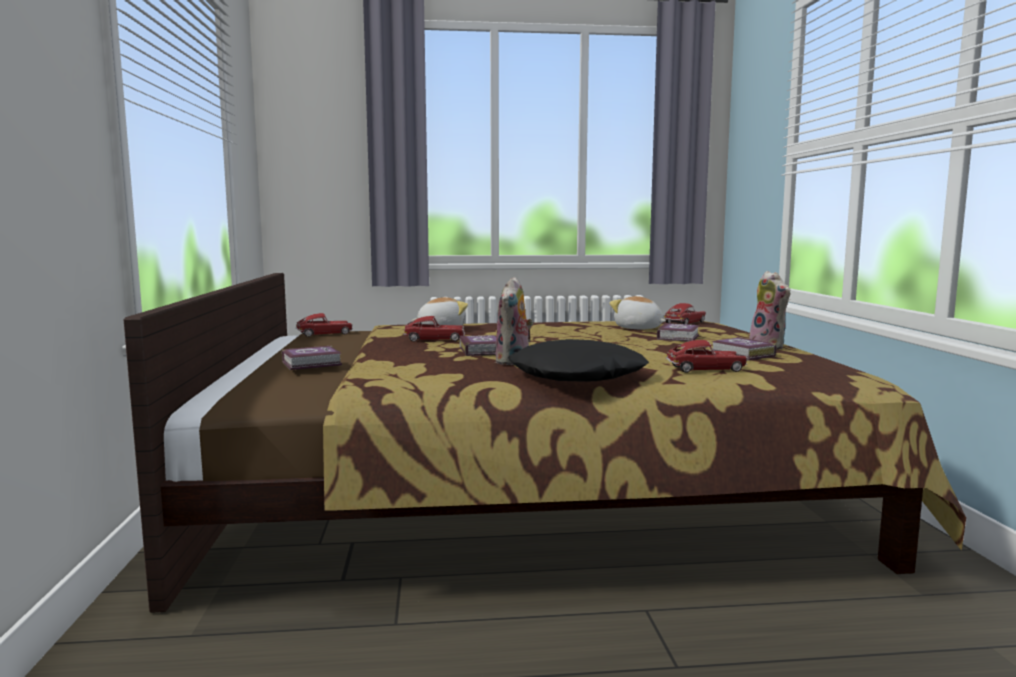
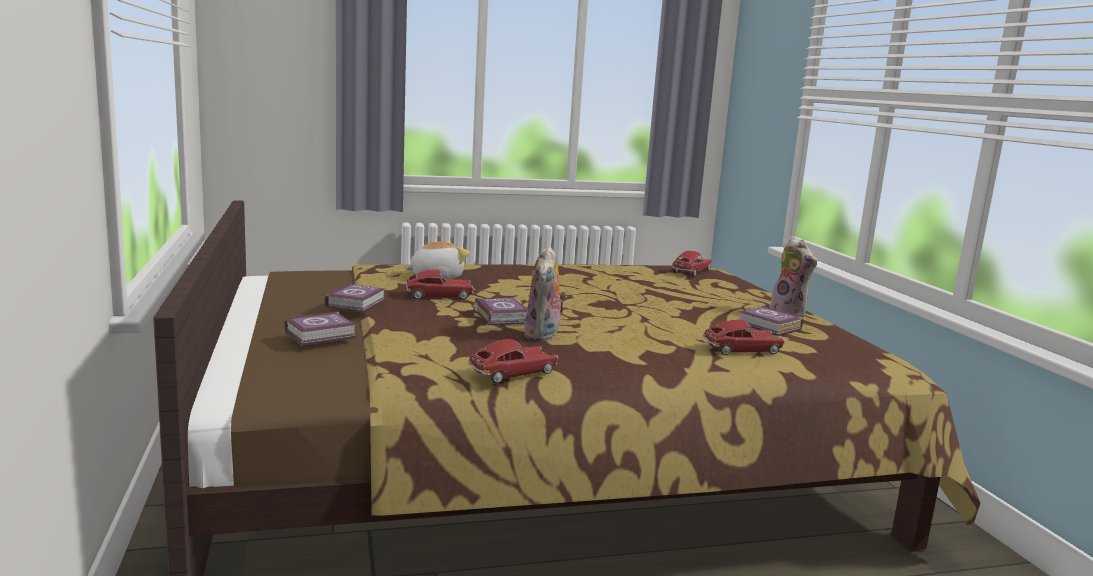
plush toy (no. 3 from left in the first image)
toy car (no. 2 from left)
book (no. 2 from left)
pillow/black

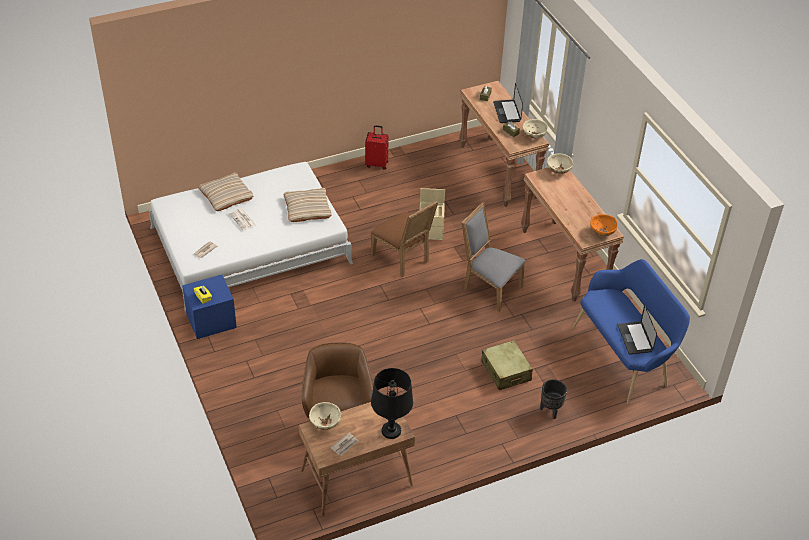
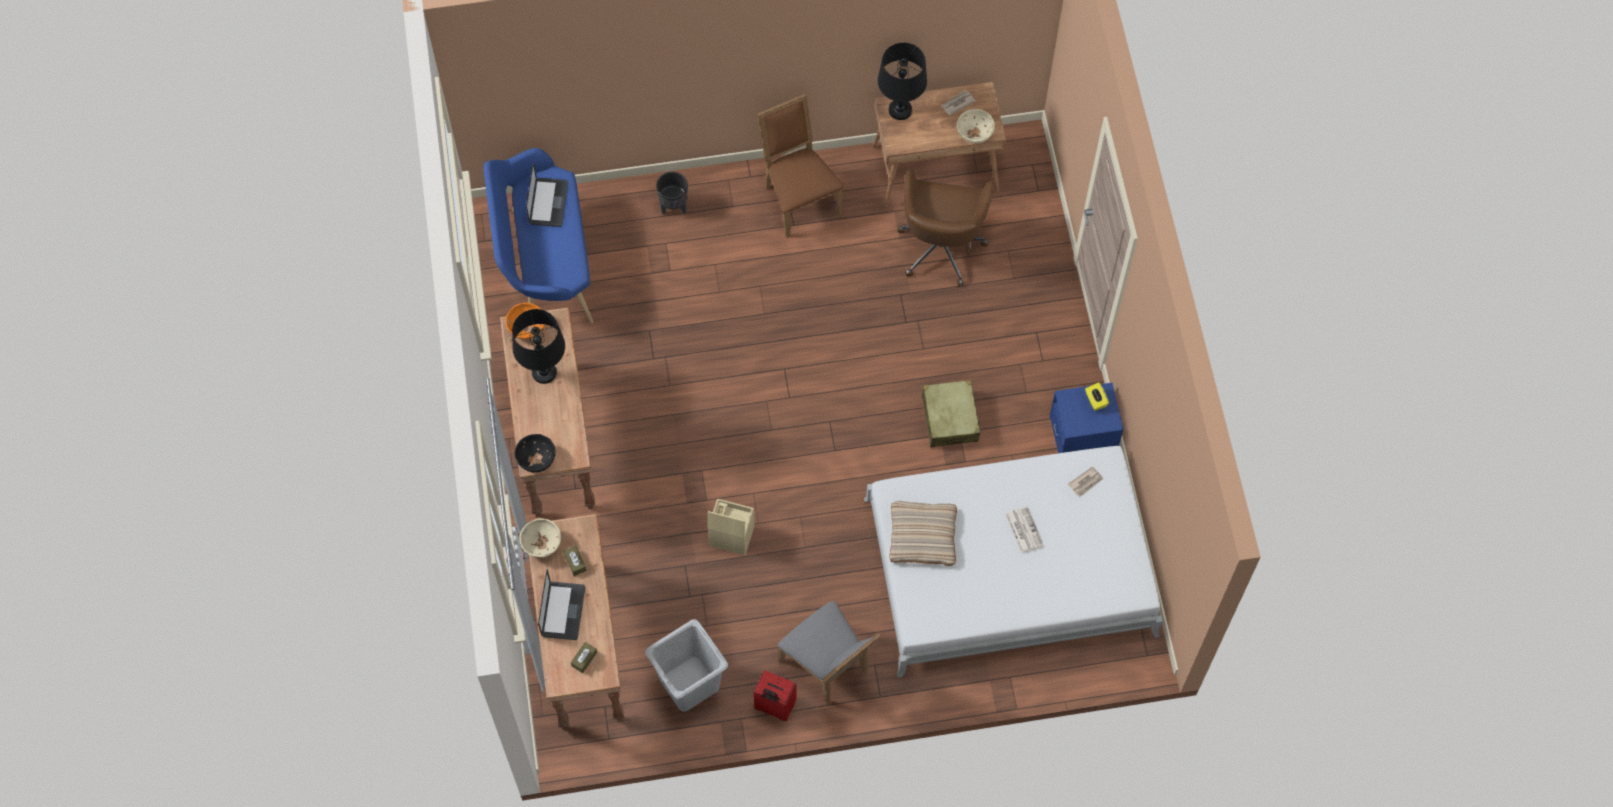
bowl/black
pillow/beige (no. 1 from left in the first image)
chair/brown
chair/grey
suitcase/beige
table lamp/black (no. 1 from left)
laundry basket/grey

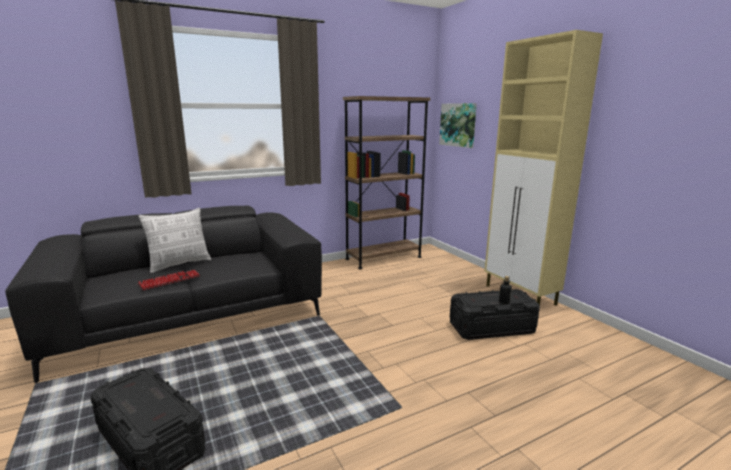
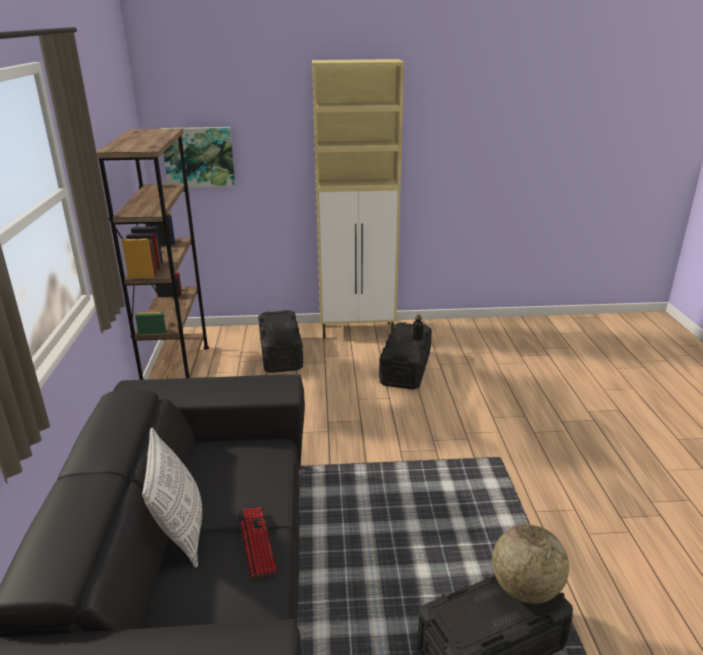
storage box/black (no. 1 from left)
globe

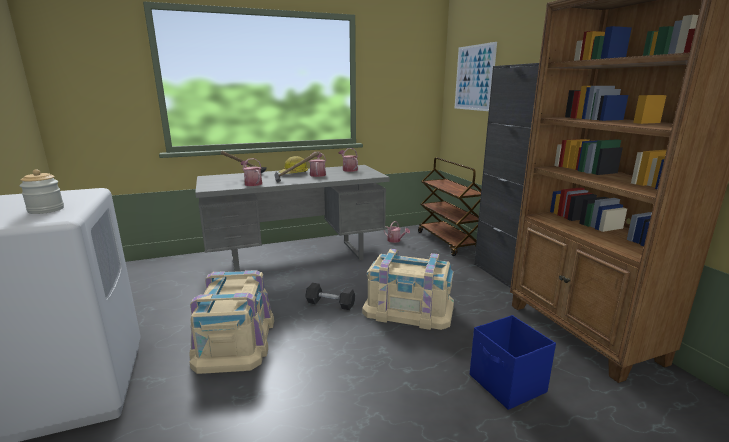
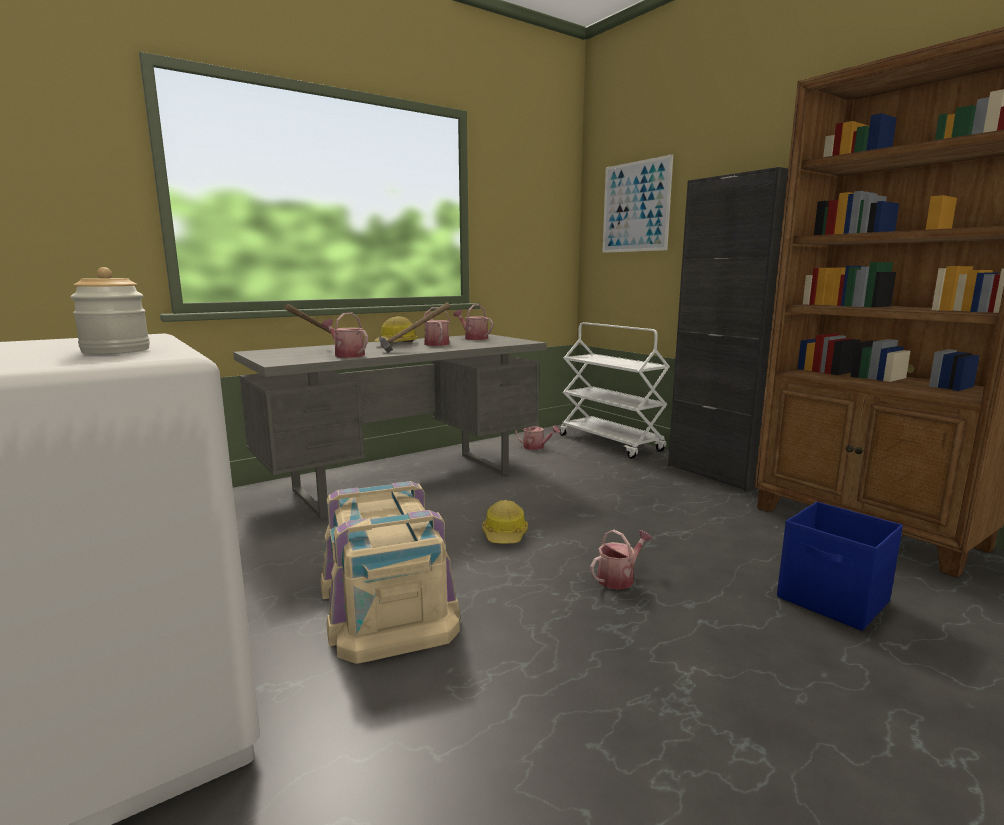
cart/white
storage box/beige (no. 2 from left in the first image)
hard hat (no. 2 from left)
watering can (no. 5 from left)

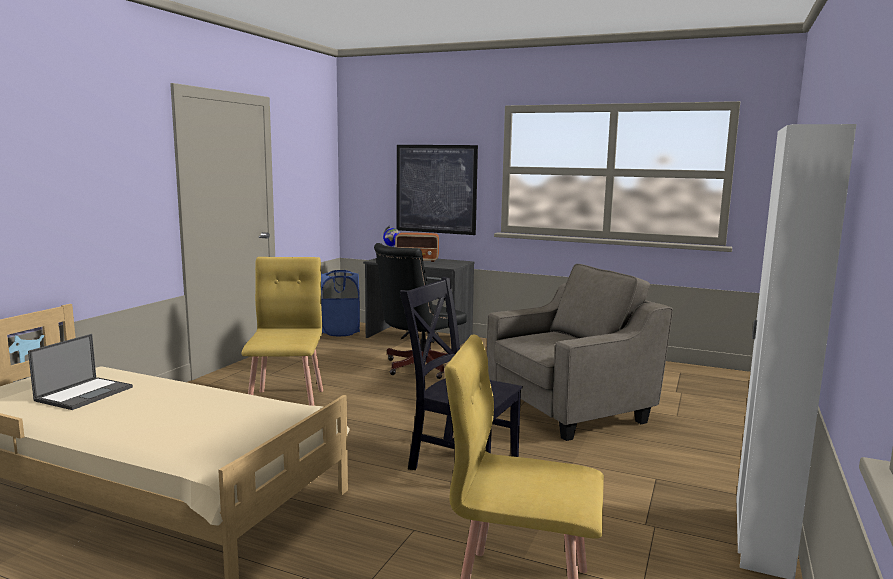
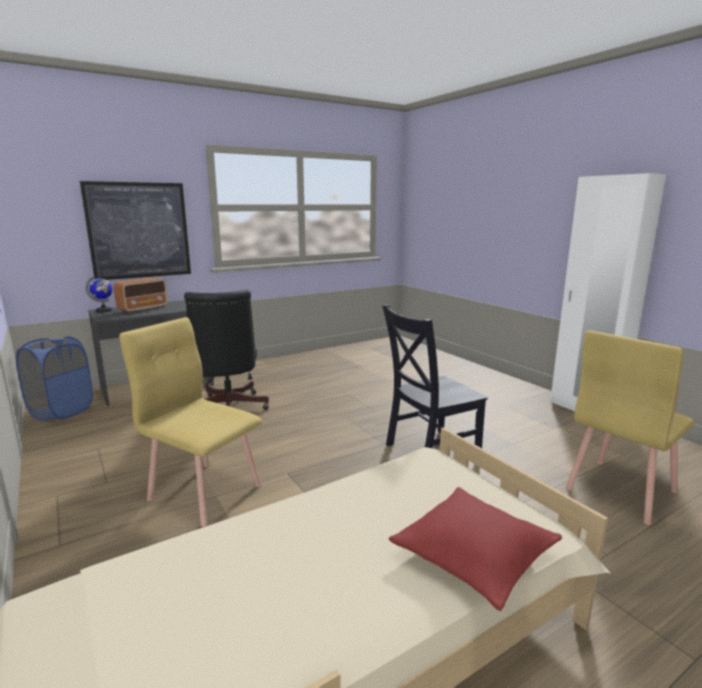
armchair/grey
laptop
pillow/red

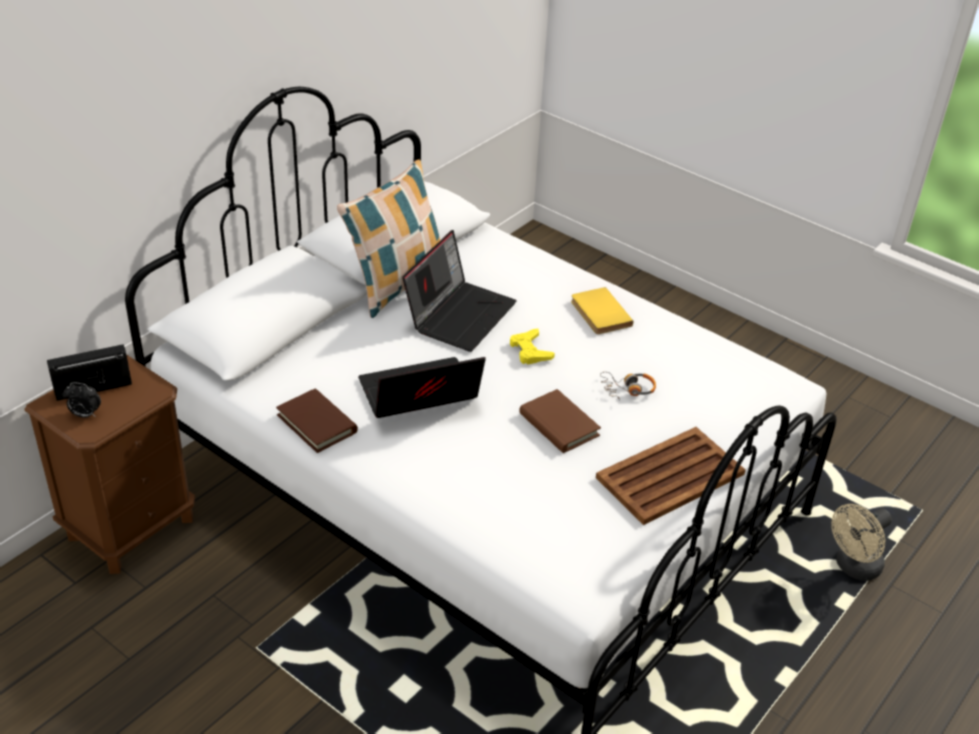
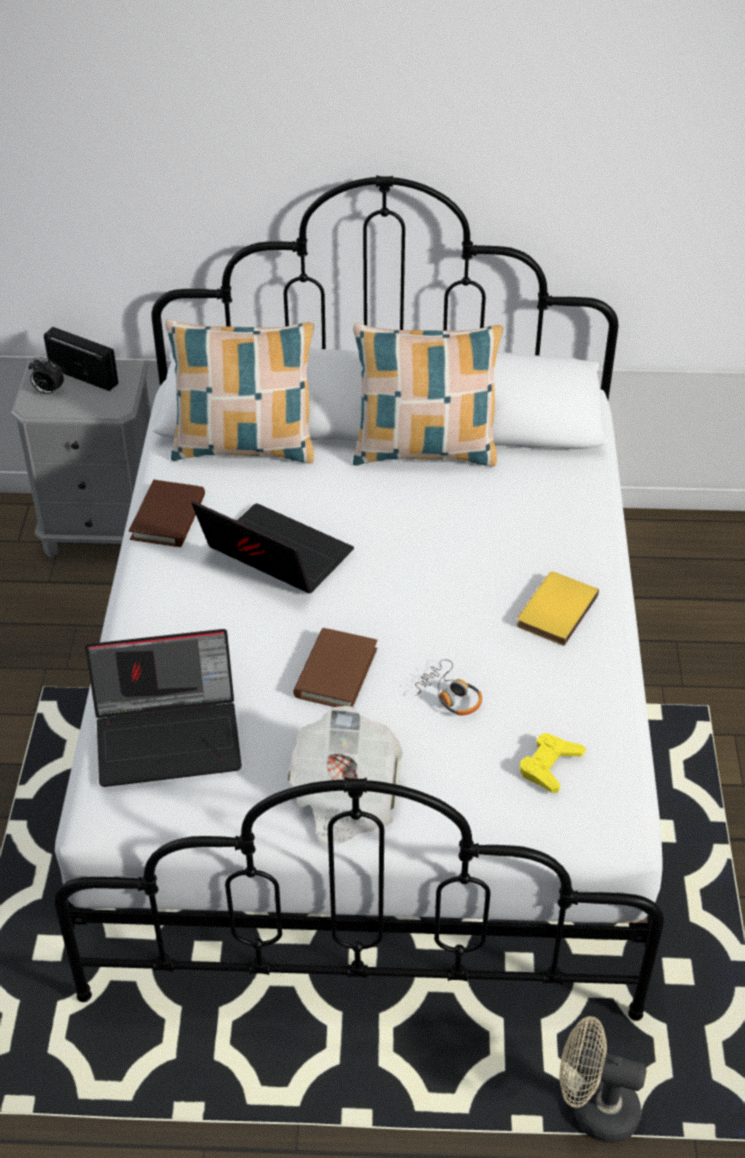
laptop (no. 1 from left)
game controller/yellow
nightstand/grey
alarm clock
newspaper
pillow (no. 1 from left)

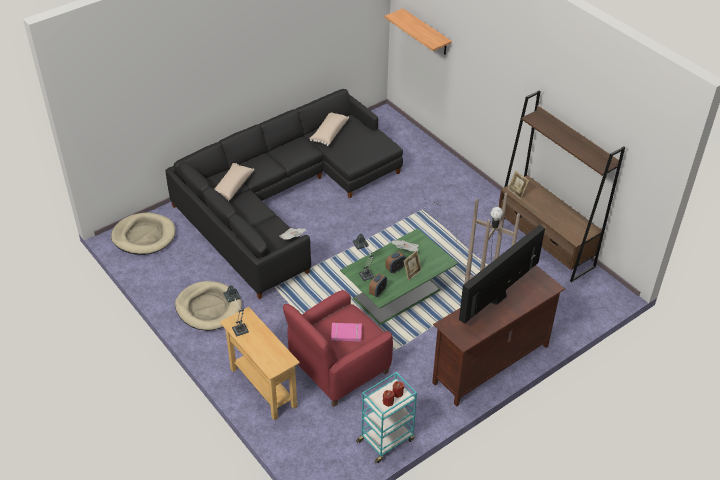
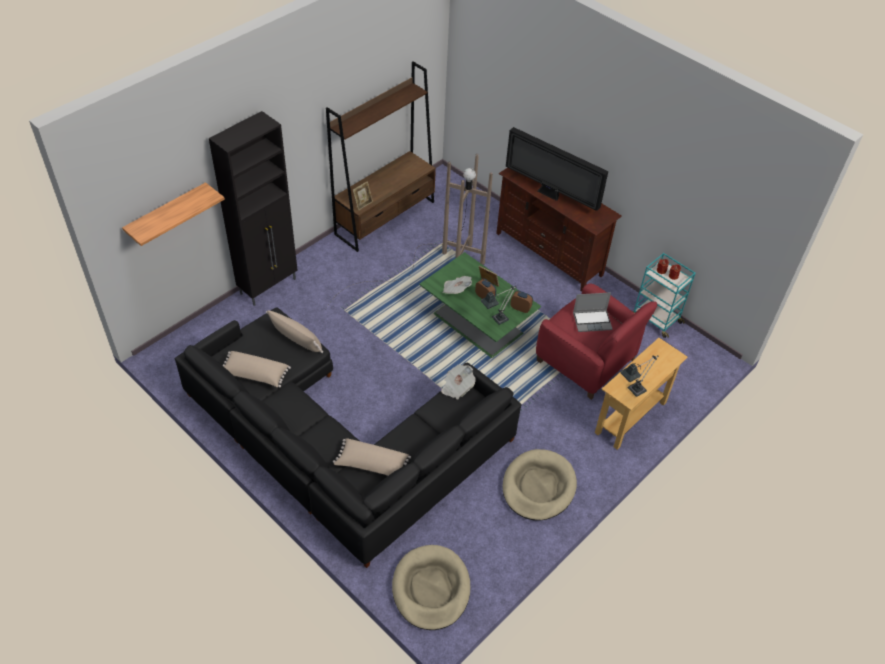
laptop
cabinet/black
pillow/beige (no. 2 from left)

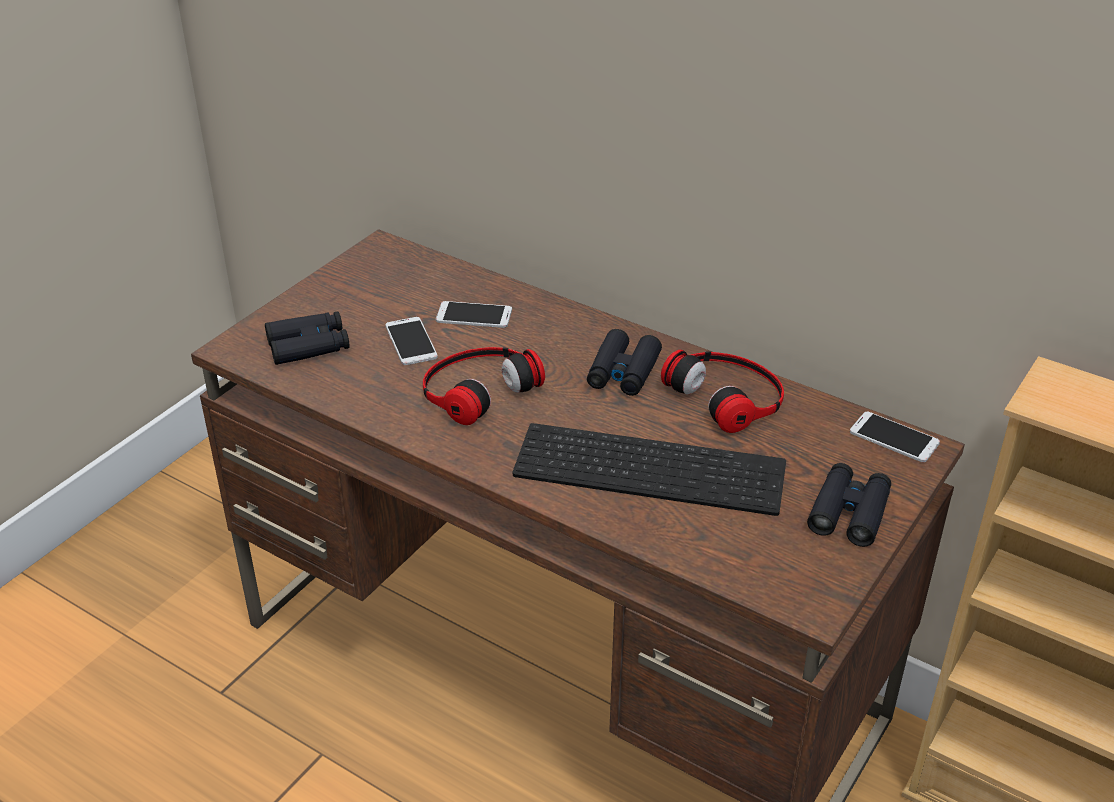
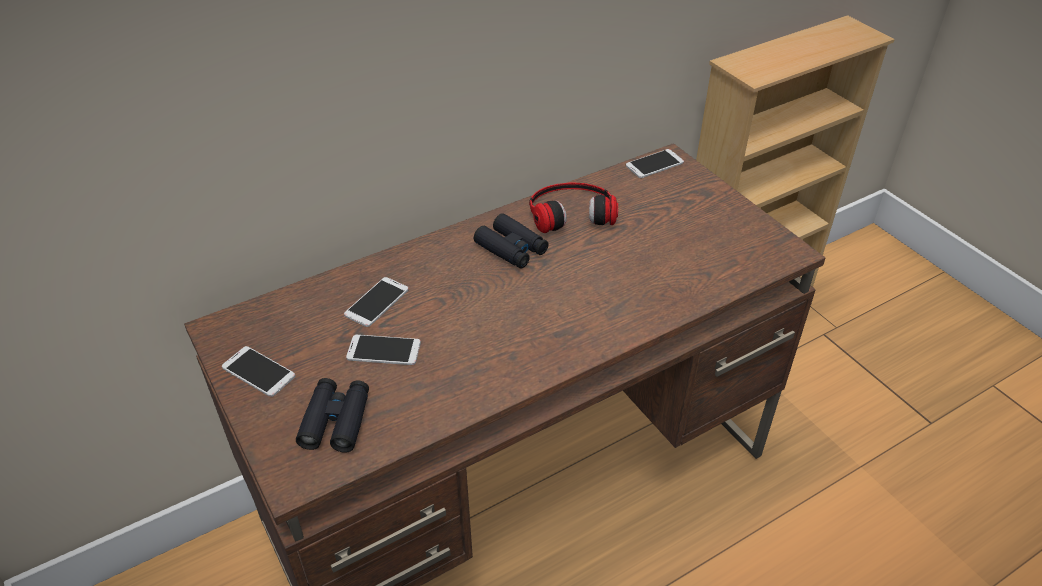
headphones (no. 1 from left in the first image)
keyboard
binoculars/black (no. 3 from left in the first image)
phone (no. 1 from left)

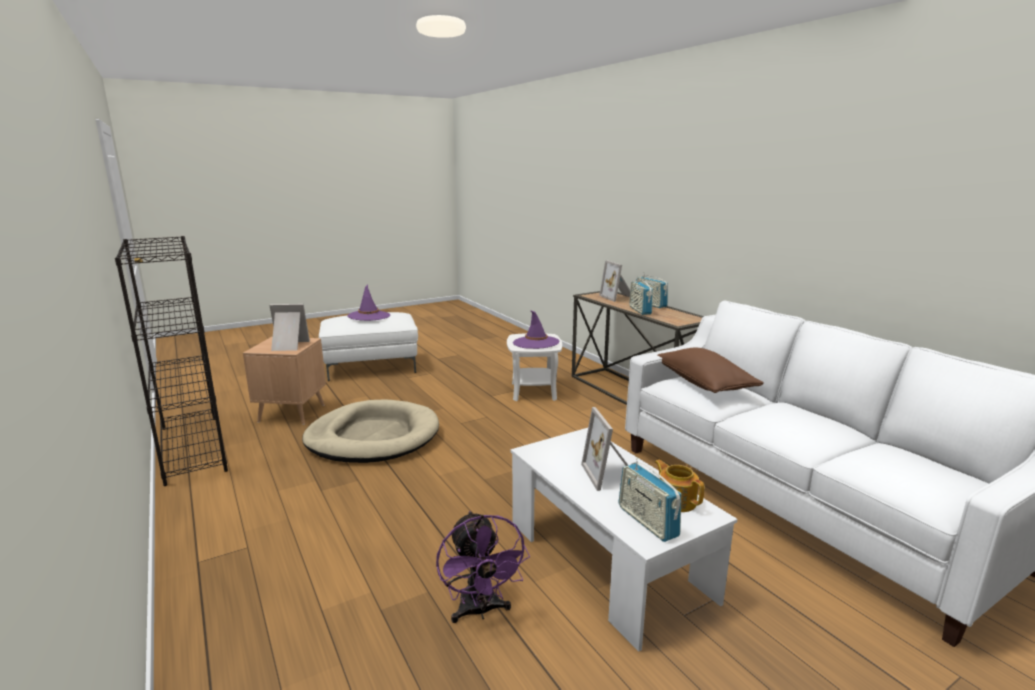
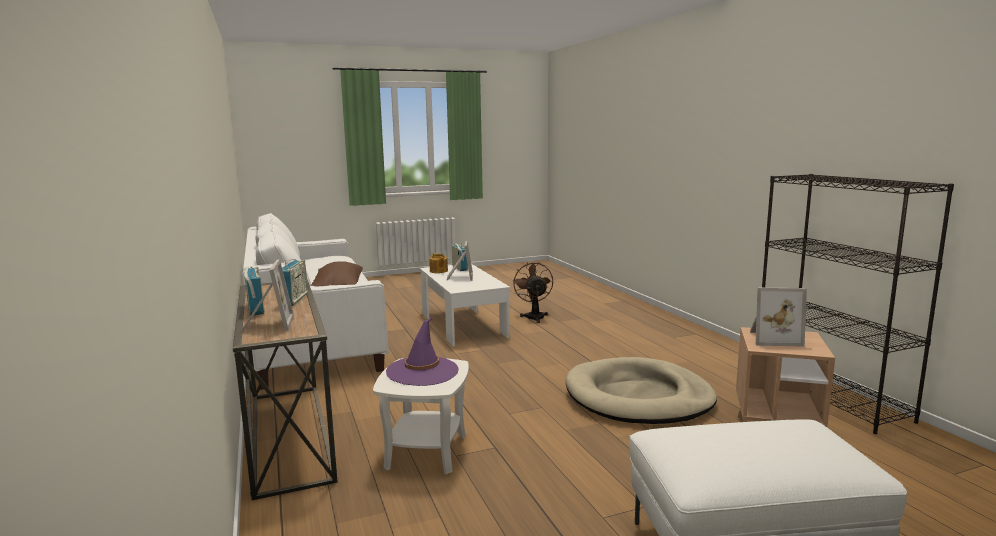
hat/purple (no. 1 from left in the first image)
fan/brown

